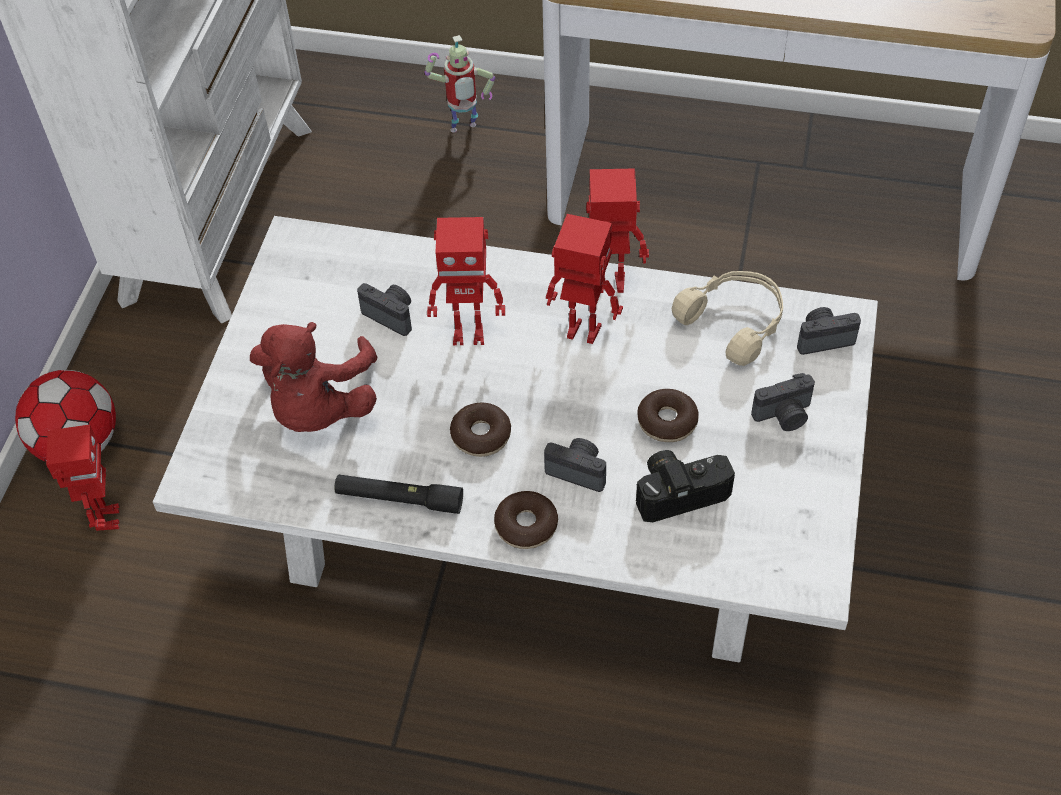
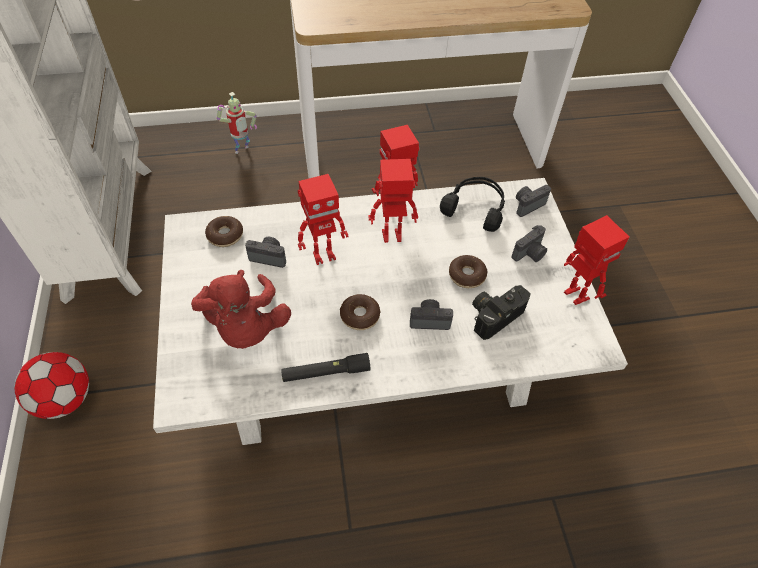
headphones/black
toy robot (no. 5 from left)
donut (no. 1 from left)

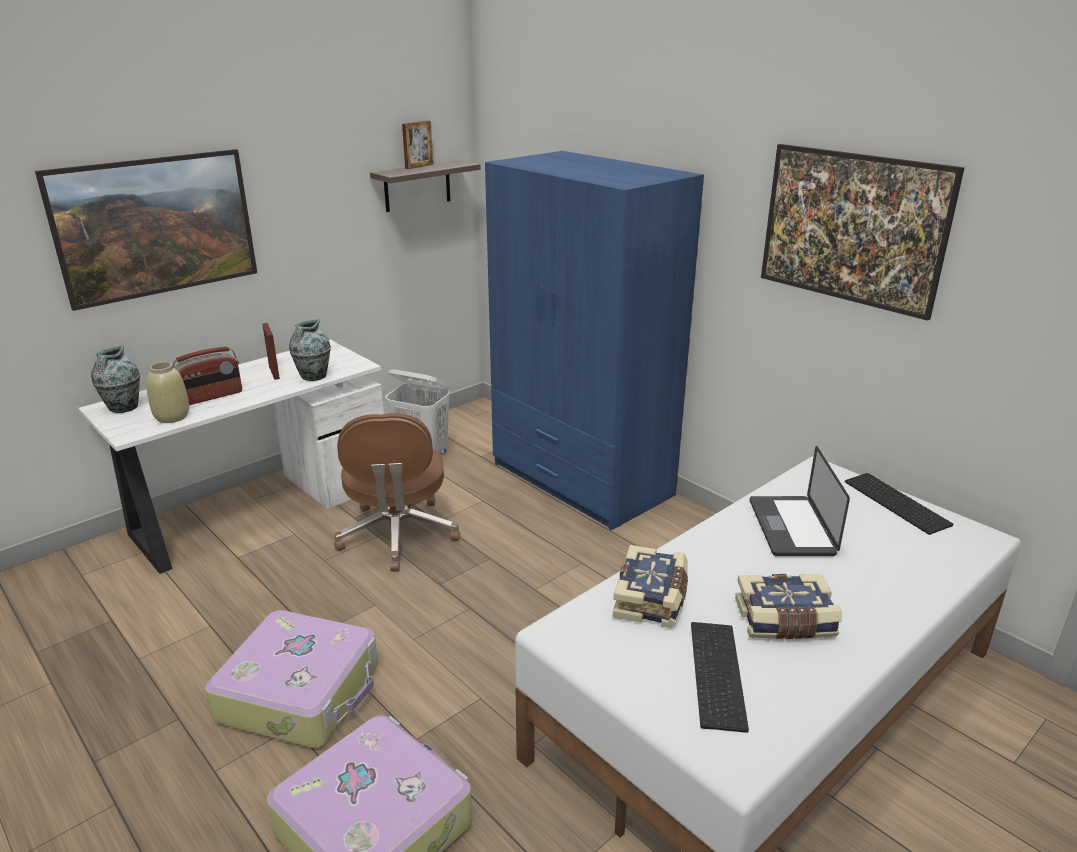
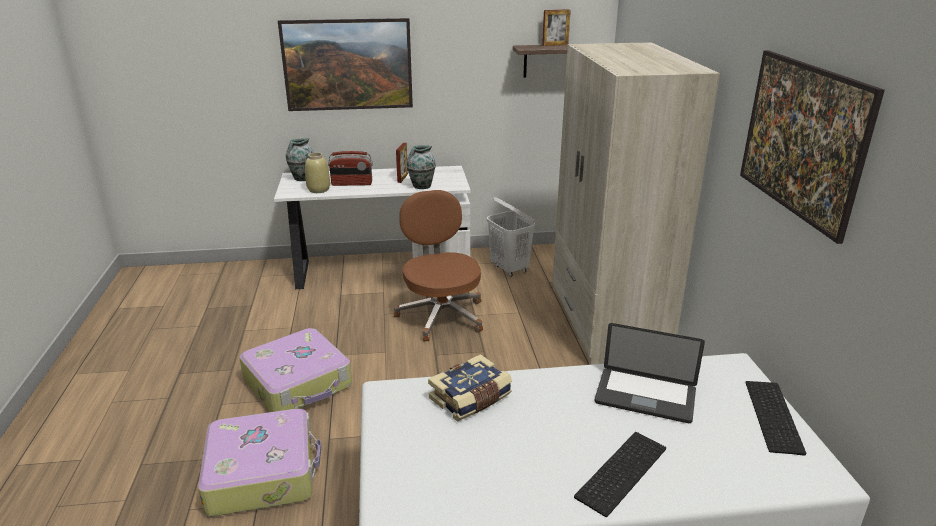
wardrobe/beige
office chair/brown
laptop
book (no. 2 from left in the first image)
keyboard (no. 1 from left)

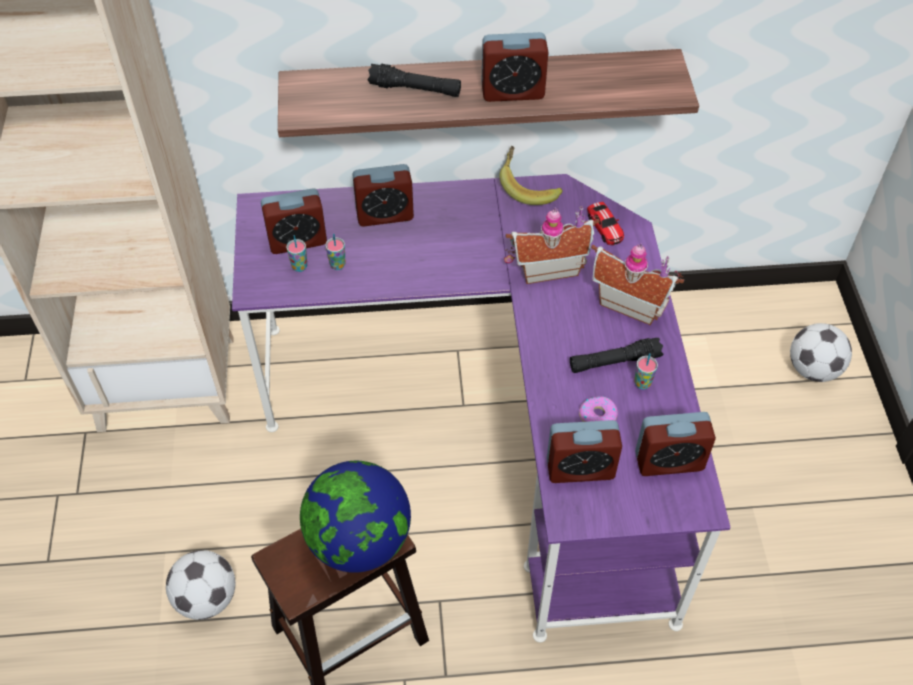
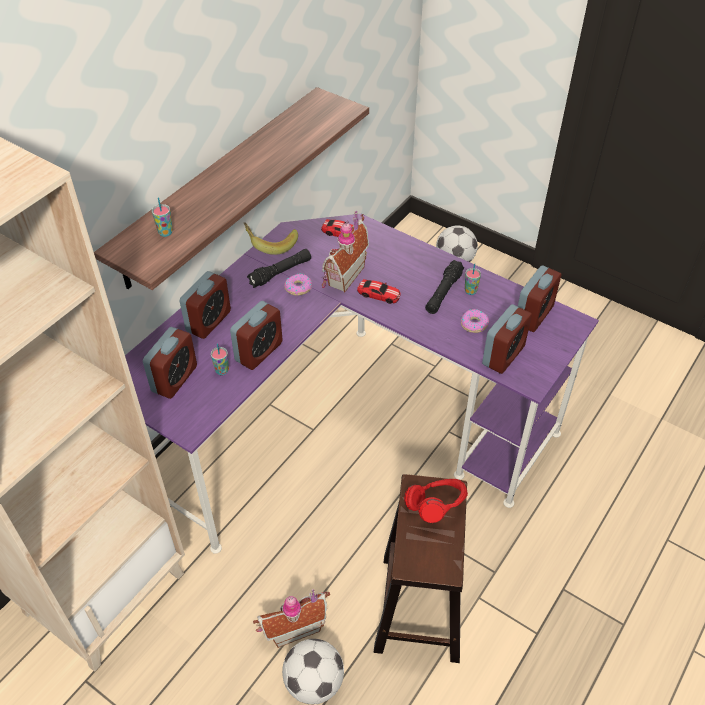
alarm clock (no. 3 from left)
flashlight/black (no. 1 from left)
cup (no. 1 from left)
toy house (no. 1 from left)
headphones/red
donut (no. 1 from left)
toy car (no. 2 from left)

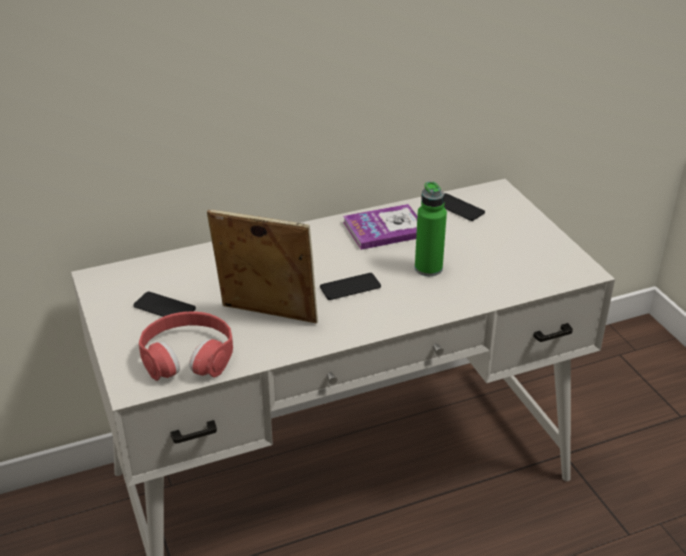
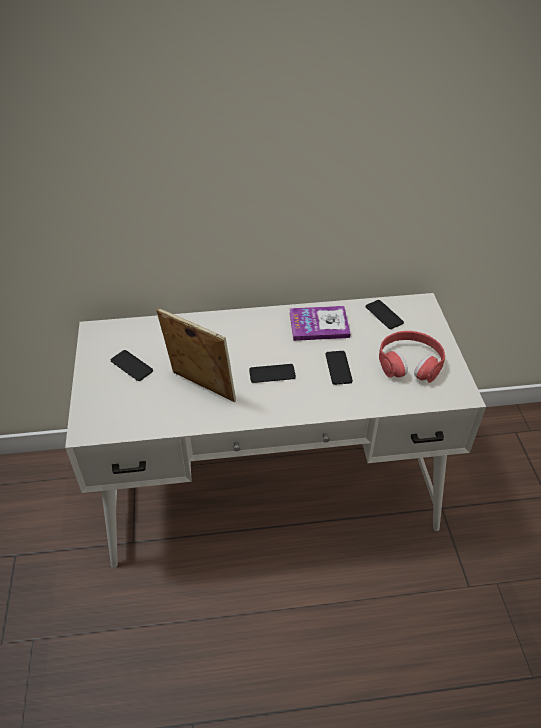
phone (no. 3 from left)
headphones/red

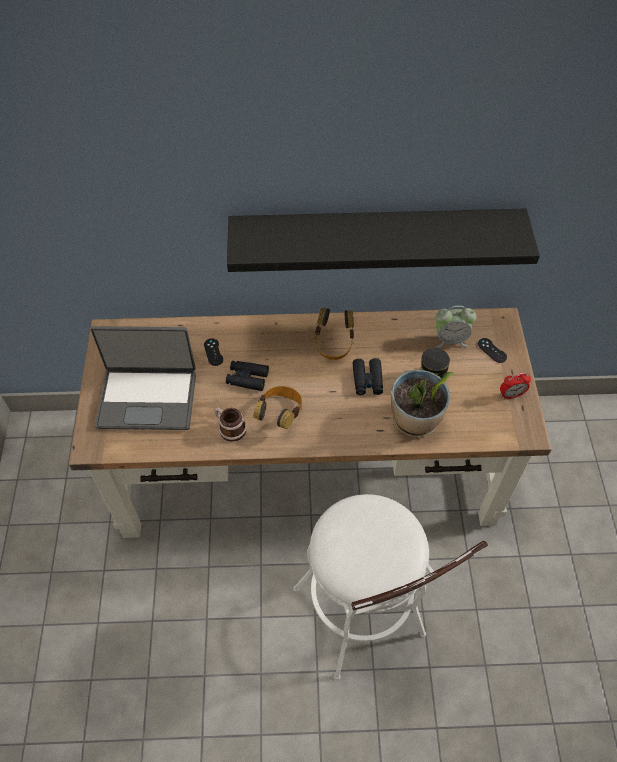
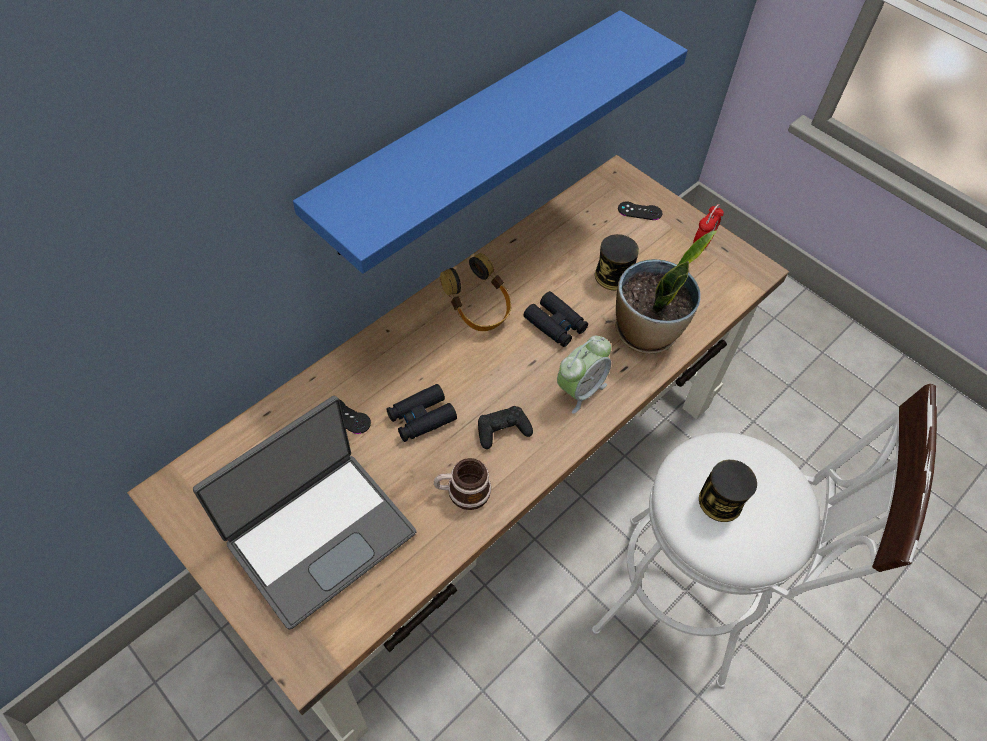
shelf/blue
alarm clock (no. 1 from left)
game controller/black (no. 2 from left)
can (no. 2 from left)

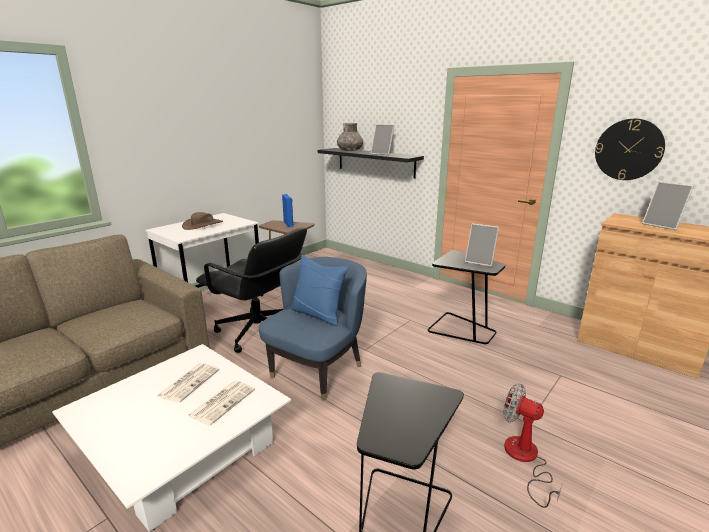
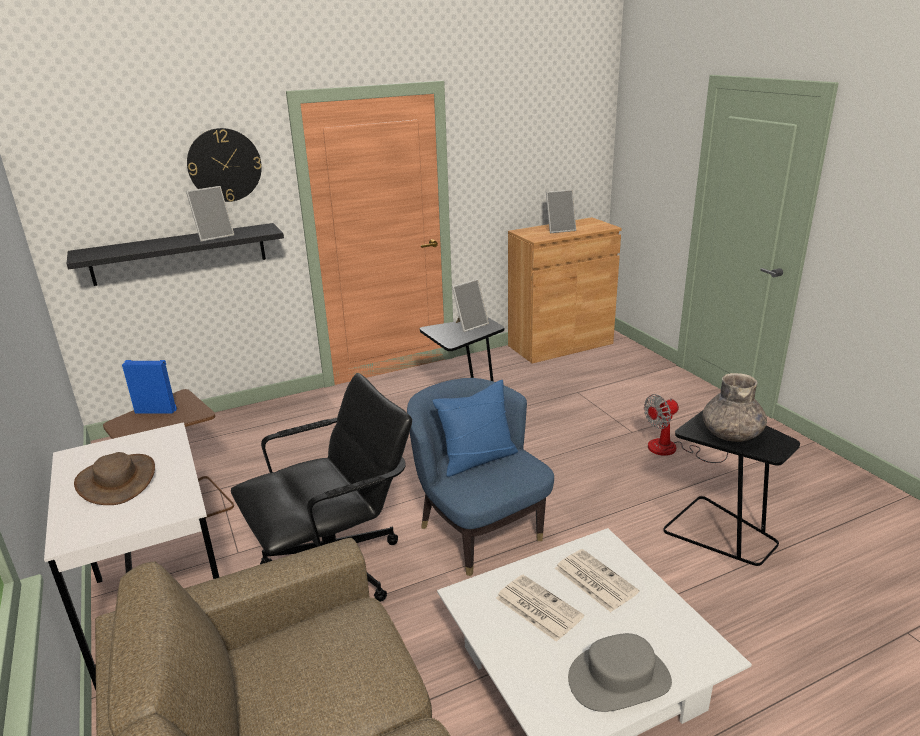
wall clock
vase/grey
hat/grey

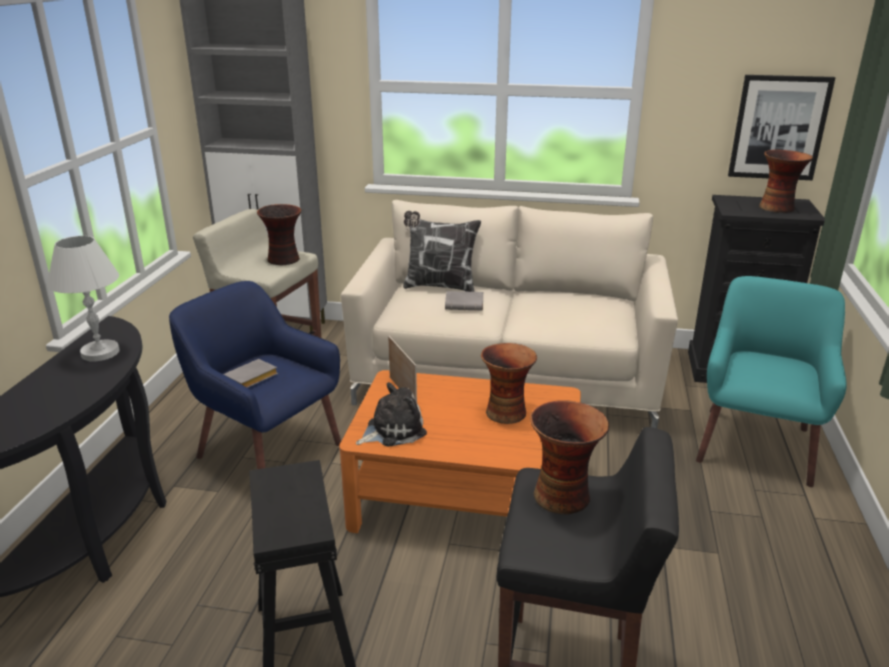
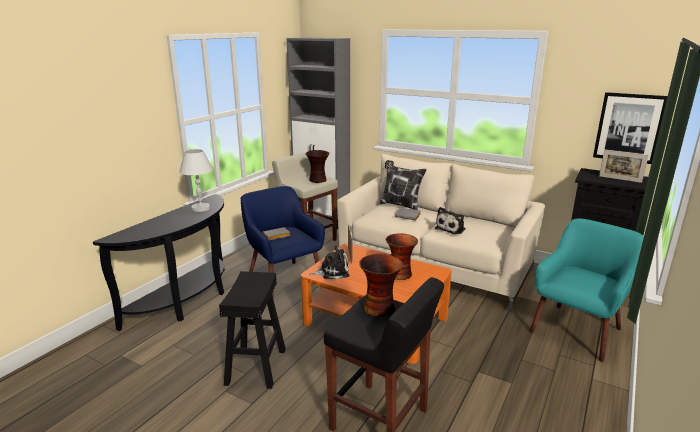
picture frame (no. 2 from left)
plush toy (no. 2 from left)

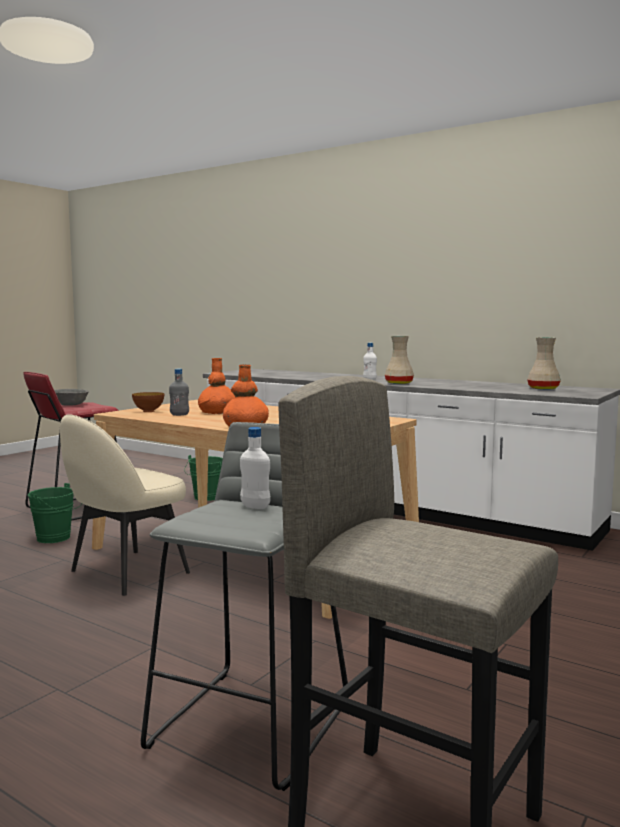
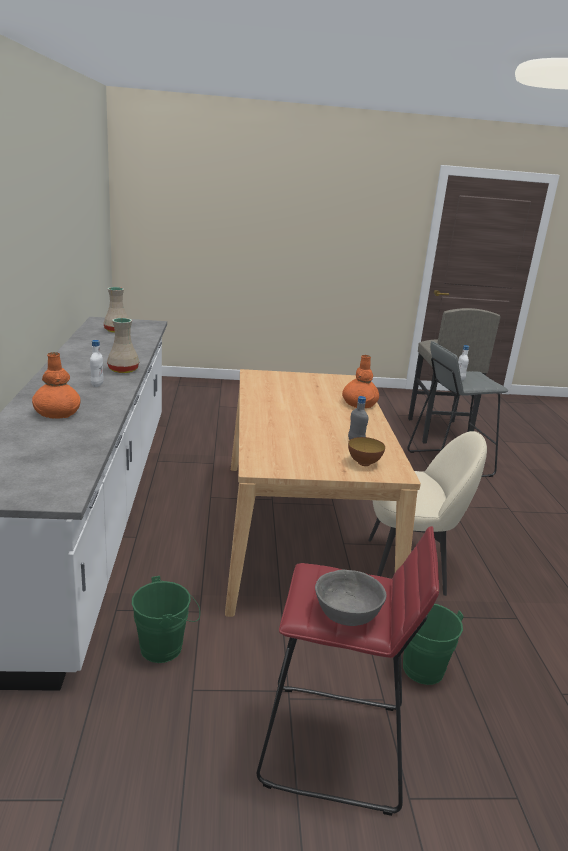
vase/orange (no. 1 from left)

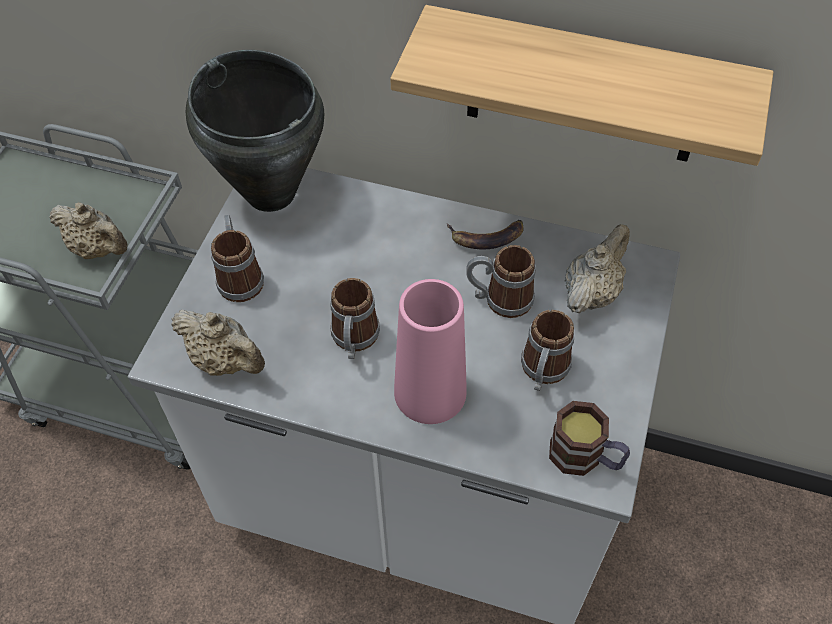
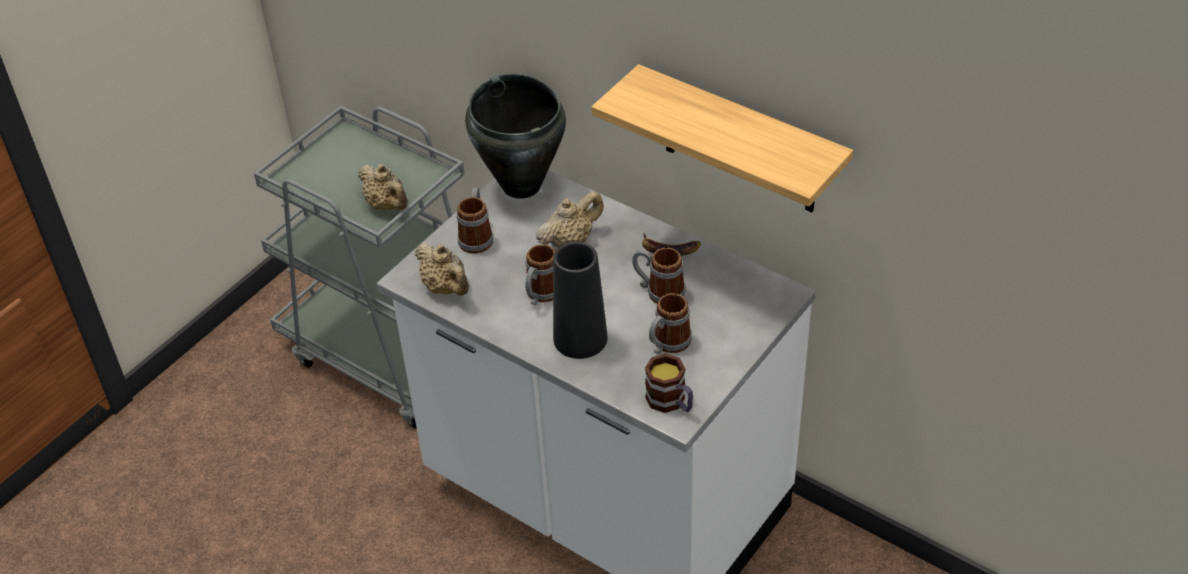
teapot/beige (no. 3 from left)
vase/black

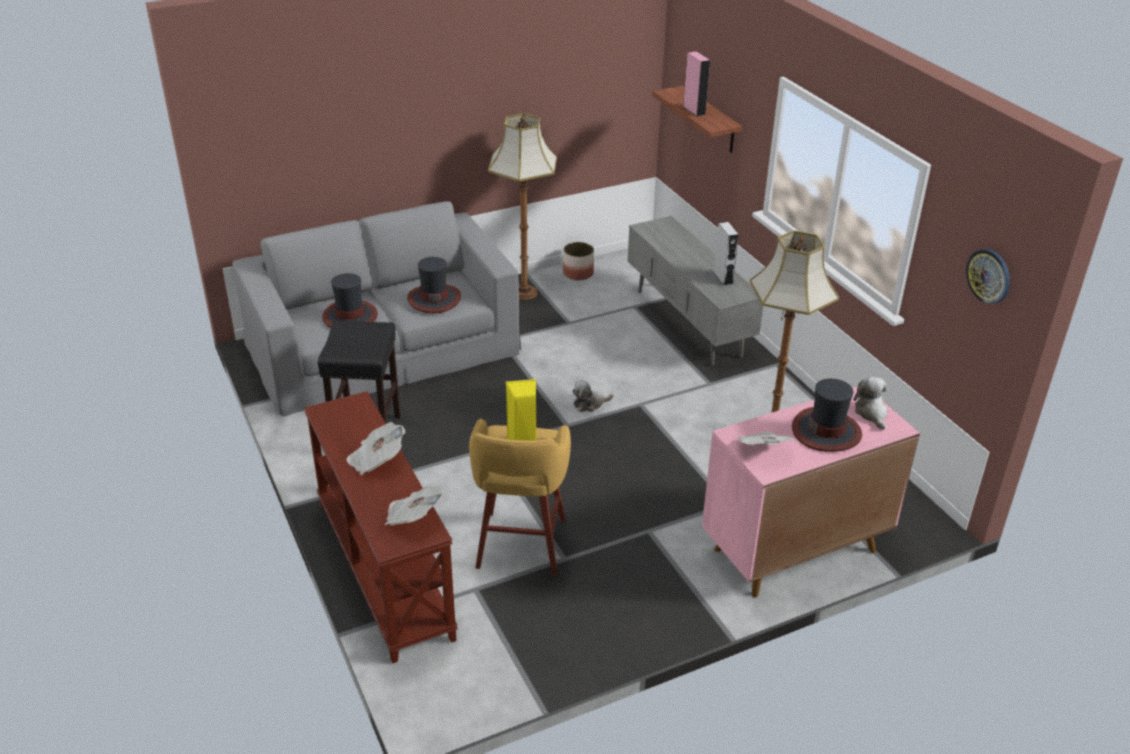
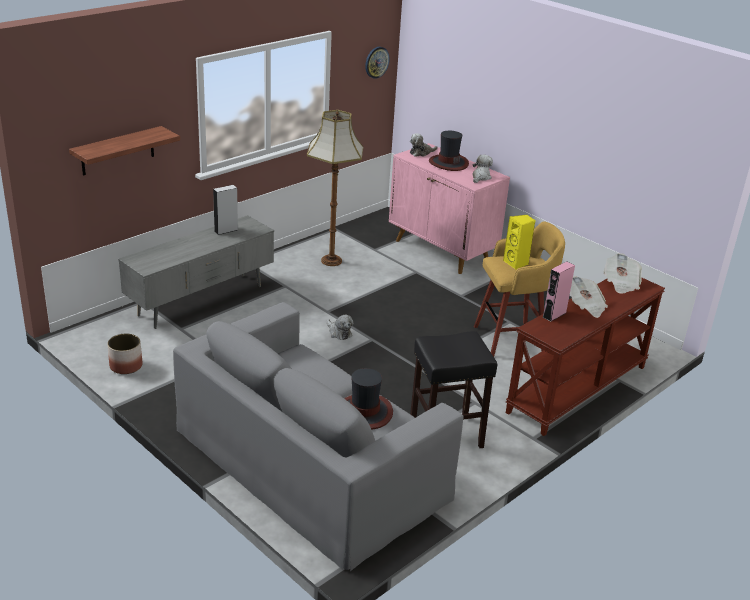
speaker/pink
floor lamp (no. 1 from left in the first image)
hat (no. 2 from left in the first image)
plush toy (no. 3 from left)

